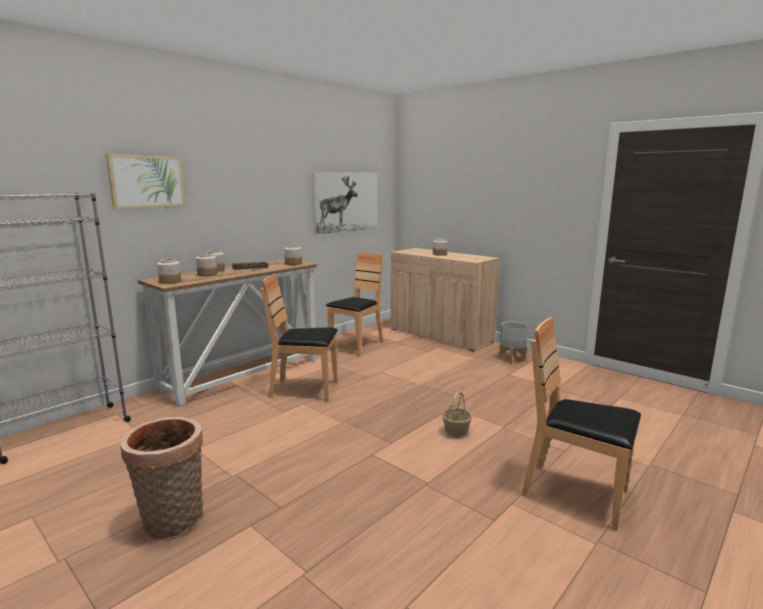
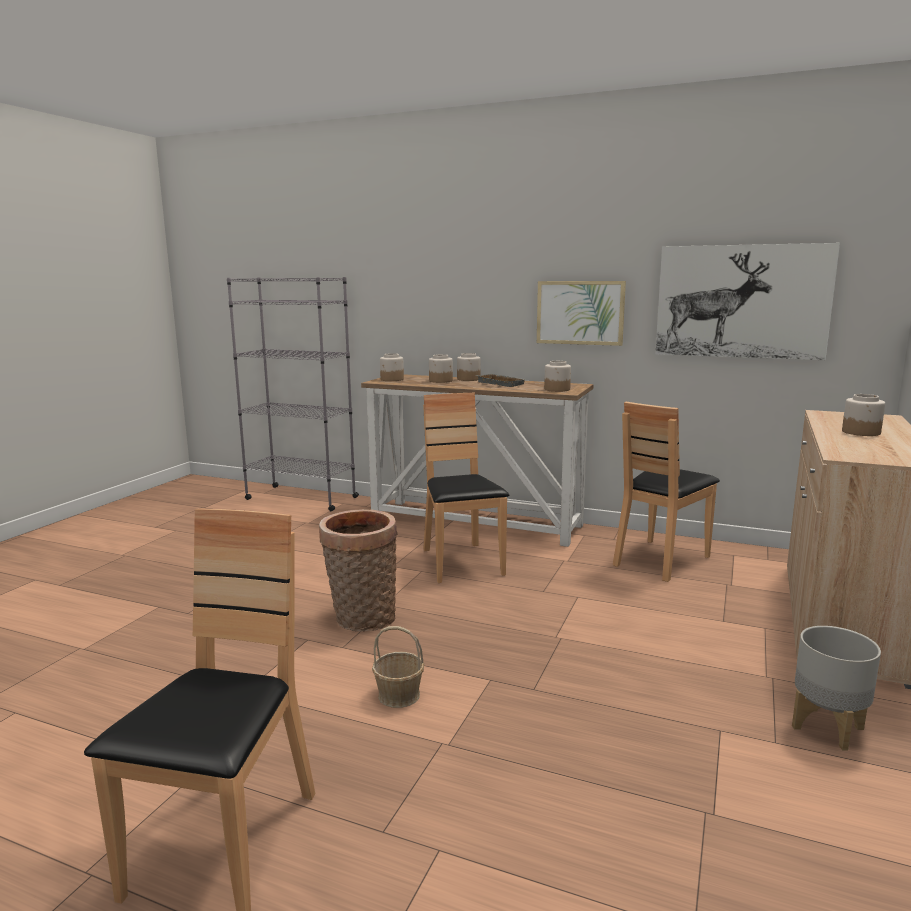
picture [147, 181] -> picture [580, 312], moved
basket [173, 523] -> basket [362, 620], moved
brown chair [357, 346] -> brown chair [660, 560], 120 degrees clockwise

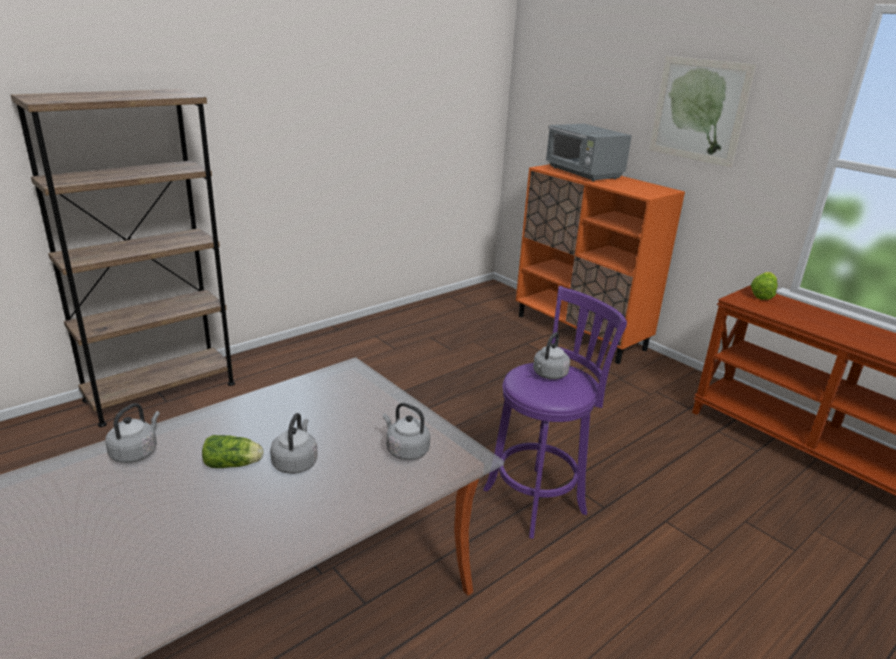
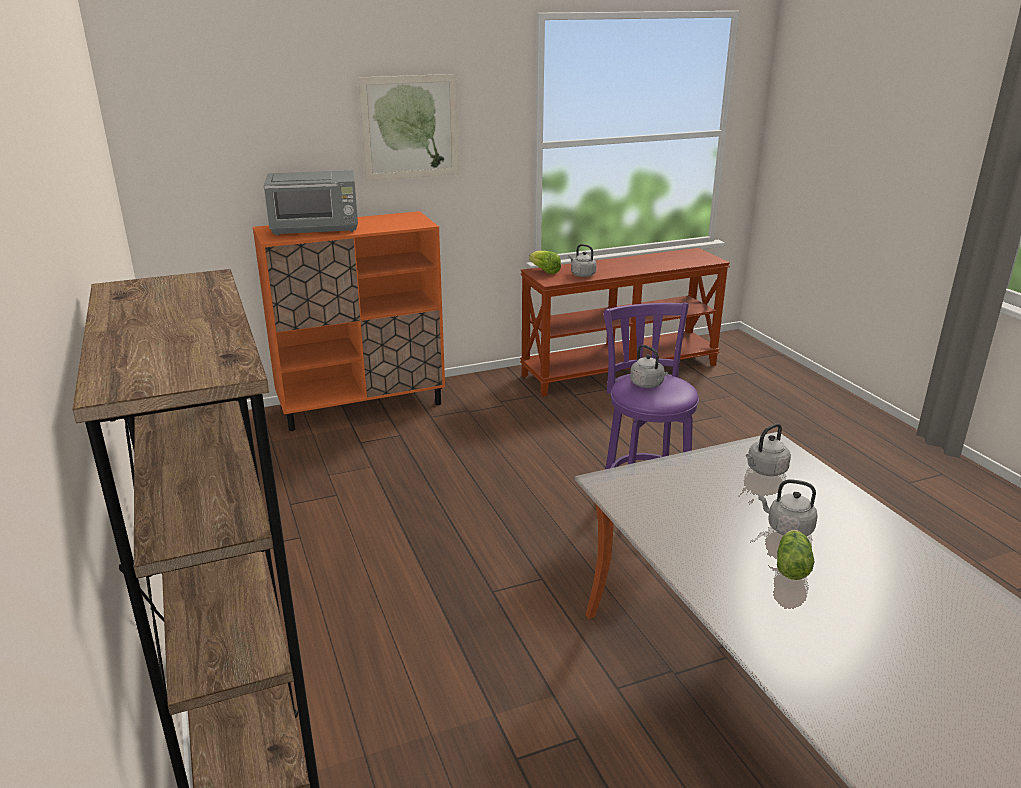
grey kettle [136, 452] -> grey kettle [582, 274], moved

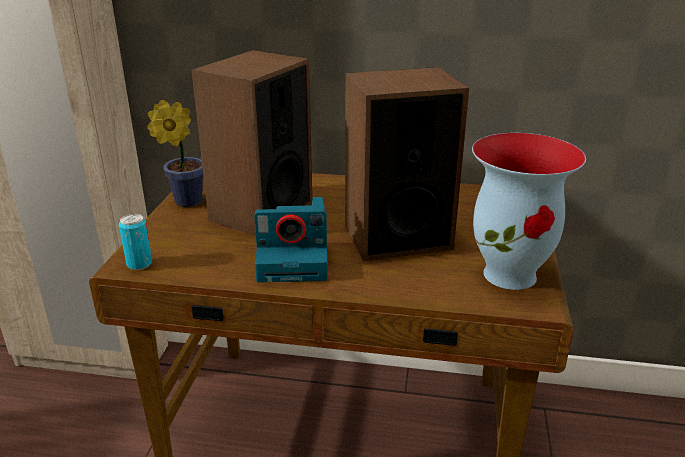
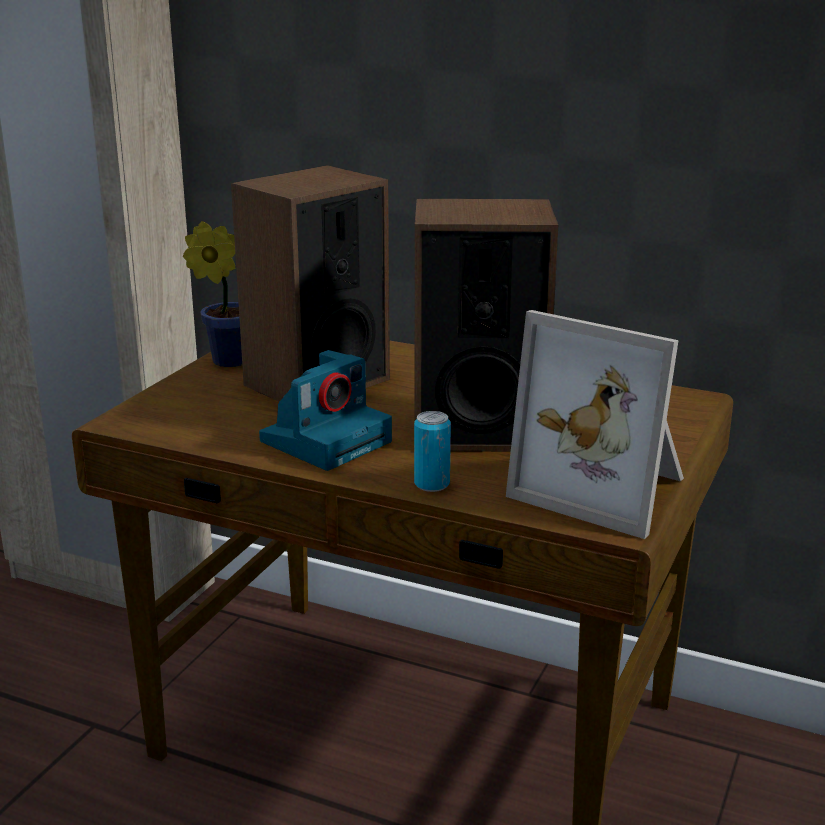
can [139, 264] -> can [432, 484], moved
vase [511, 274] -> picture frame [605, 489]
photo camera [295, 260] -> photo camera [327, 440], 60 degrees counterclockwise

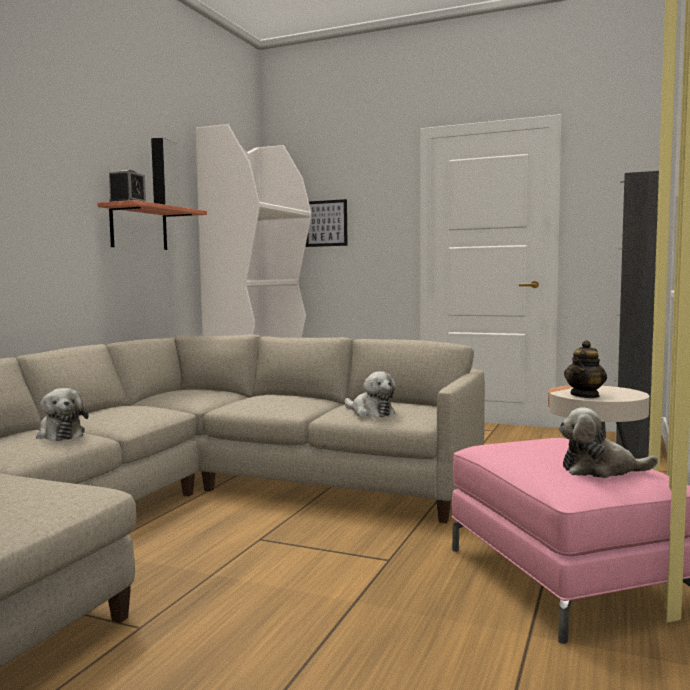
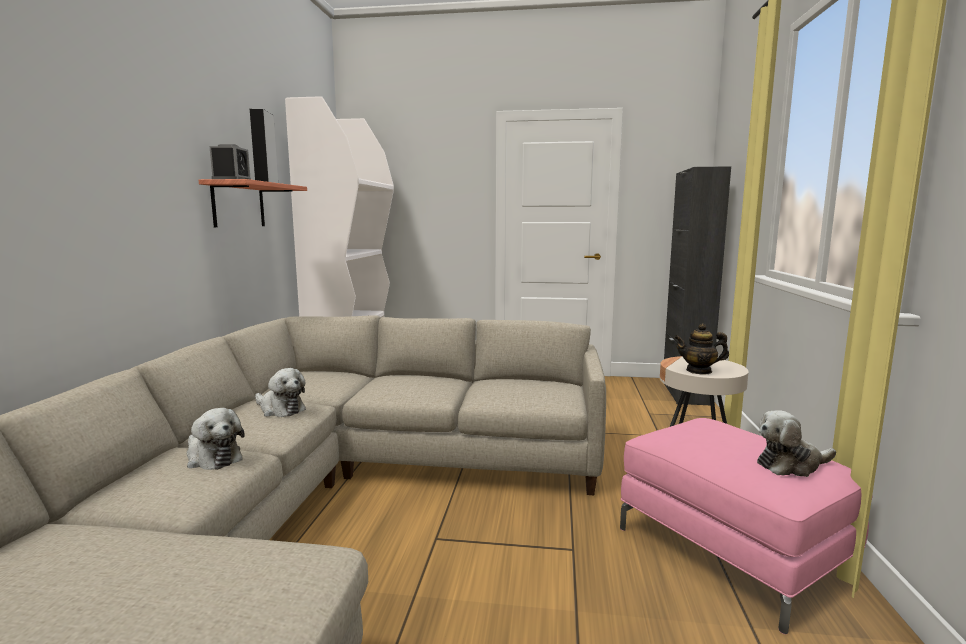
picture [326, 223] -> none
plush toy [370, 412] -> plush toy [280, 409], moved
teapot [585, 395] -> teapot [699, 371], 75 degrees clockwise

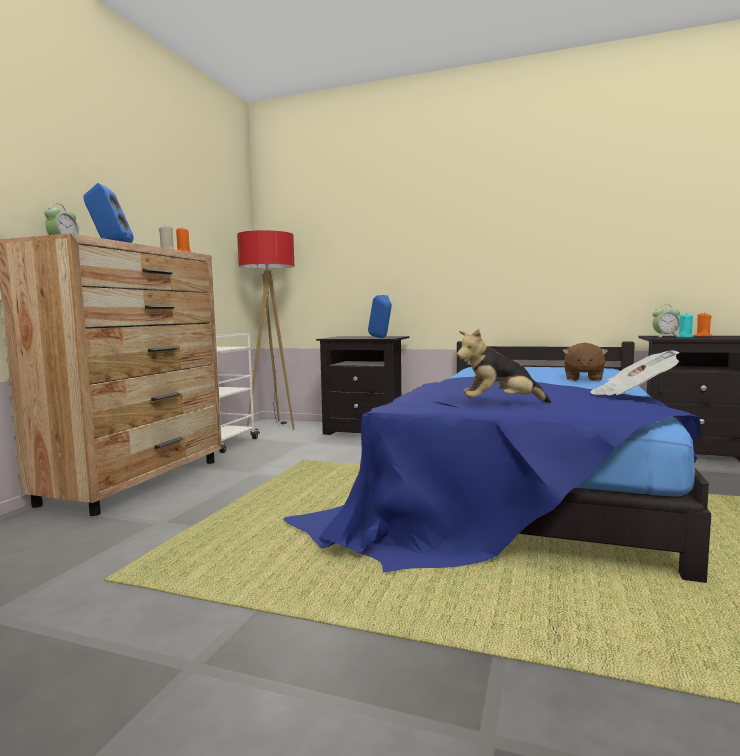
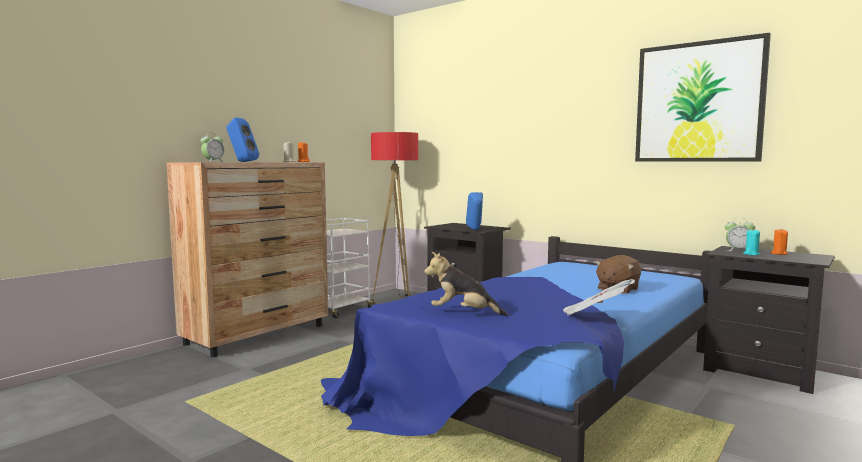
none -> picture [698, 102]

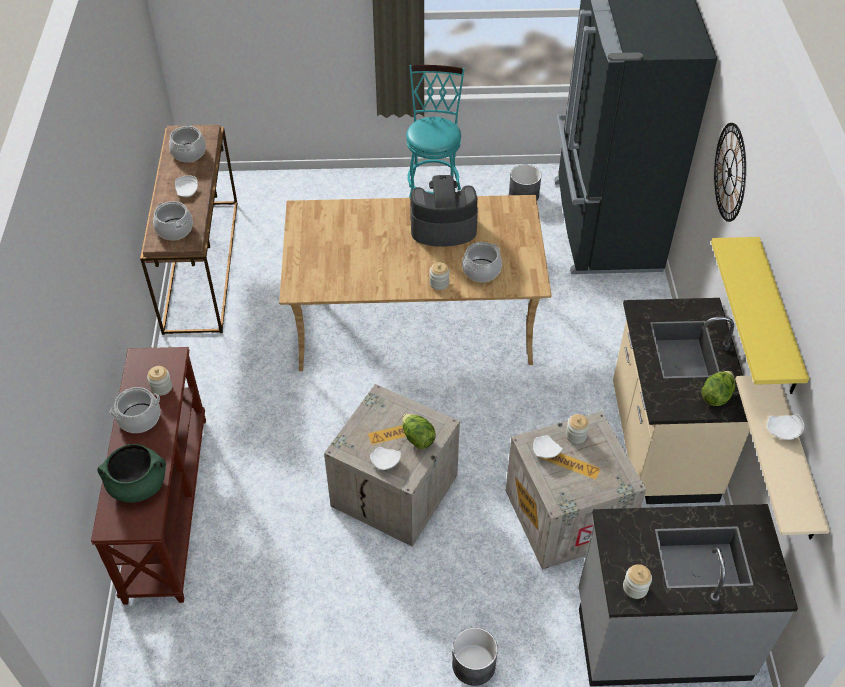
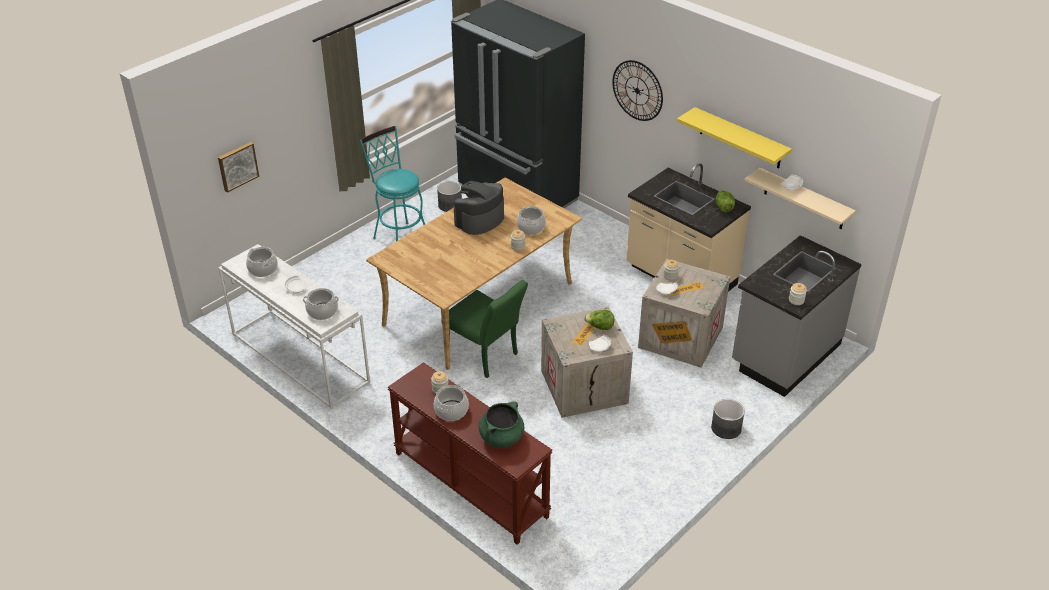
none -> picture [237, 166]
none -> green chair [486, 356]
brown console table [200, 264] -> white console table [298, 358]

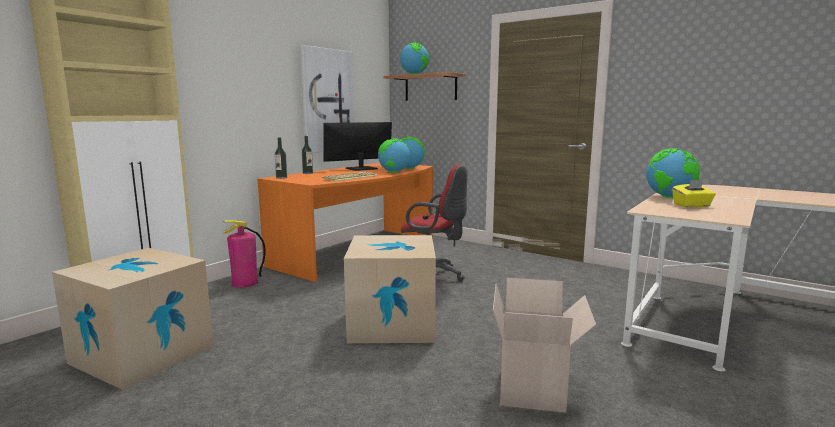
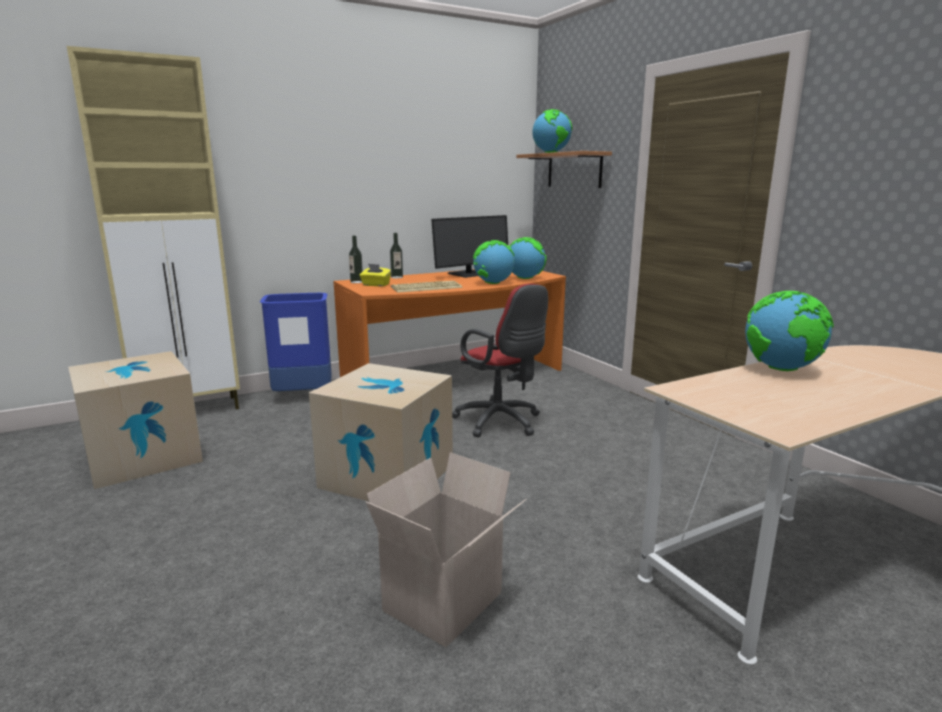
picture [327, 100] -> none
yellow tissue box [692, 205] -> yellow tissue box [375, 285], moved
fire extinguisher [245, 283] -> blue trash can [303, 396]
monitor [361, 168] -> monitor [469, 274], 150 degrees clockwise

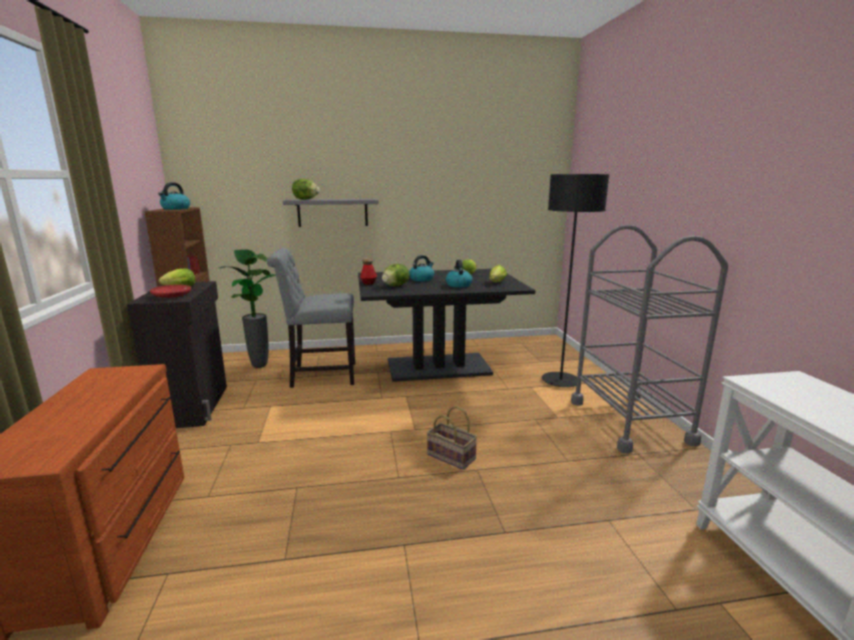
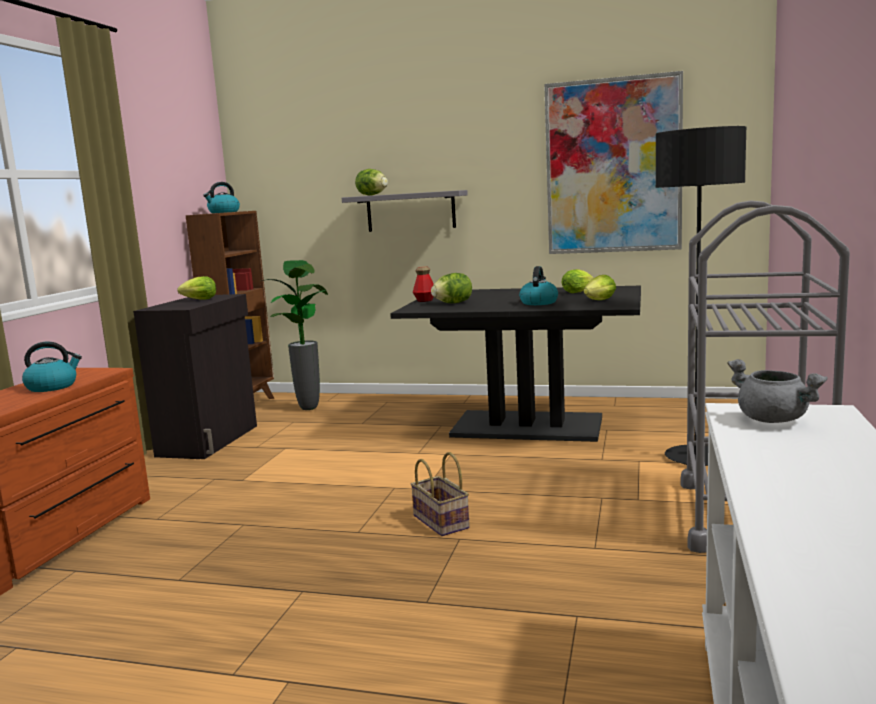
red plate [172, 295] -> none
grey chair [319, 375] -> none
none -> picture [613, 166]
none -> grey cooking pot [774, 420]
kettle [421, 279] -> kettle [52, 387], moved

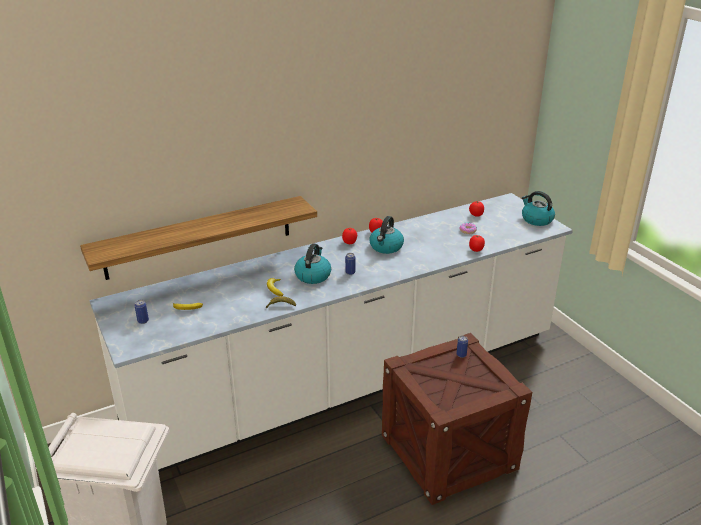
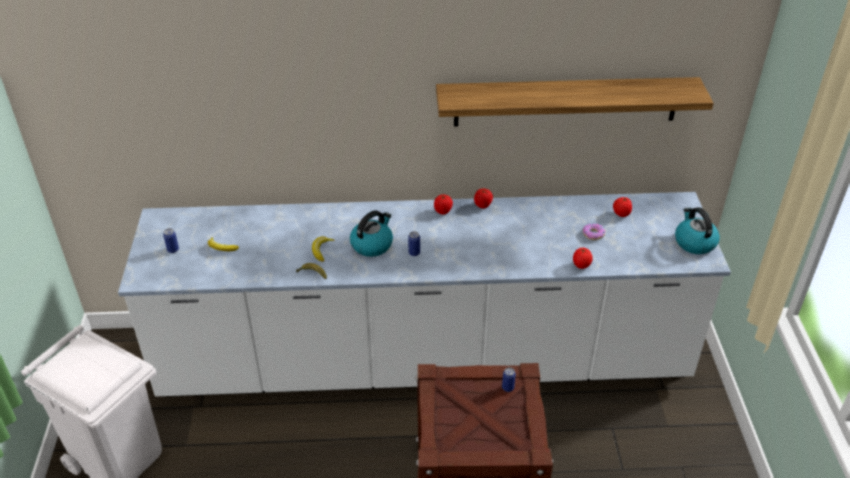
kettle [386, 247] -> none
shelf [199, 237] -> shelf [566, 101], moved

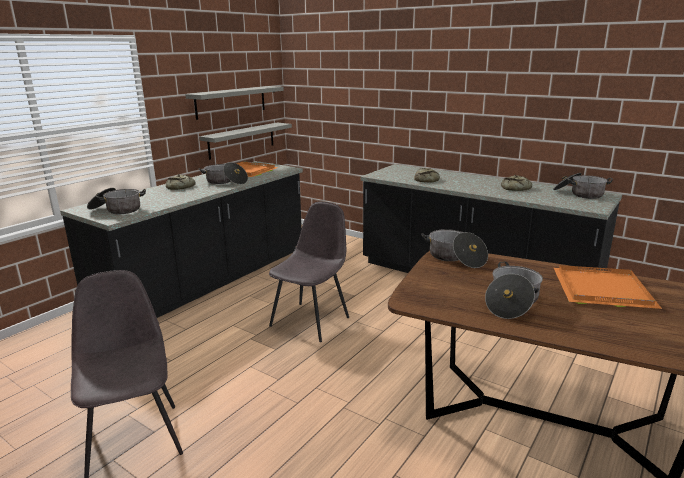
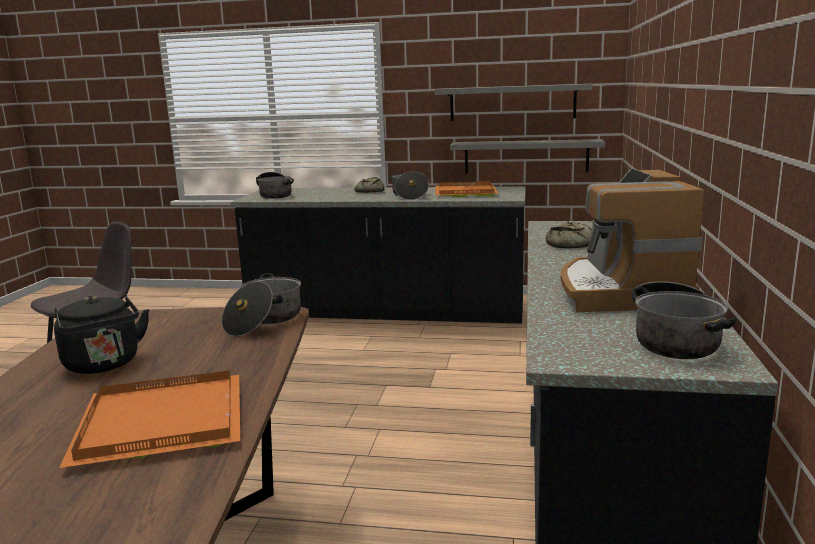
grey chair [311, 320] -> none
cooking pot [511, 302] -> black kettle [104, 365]
bread [516, 188] -> coffee machine [620, 291]

